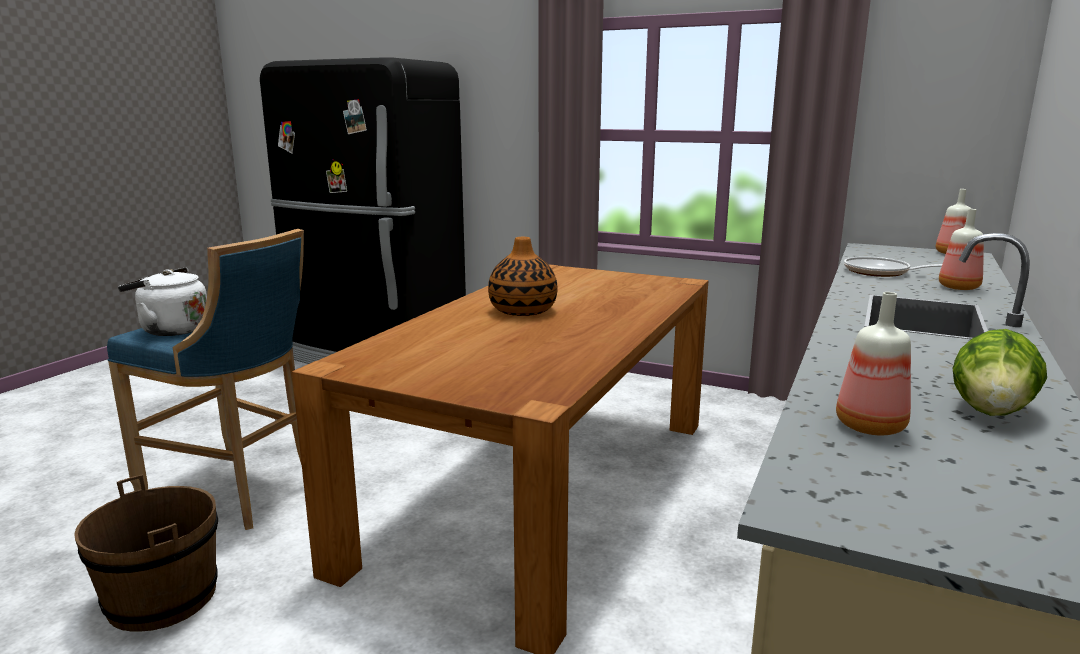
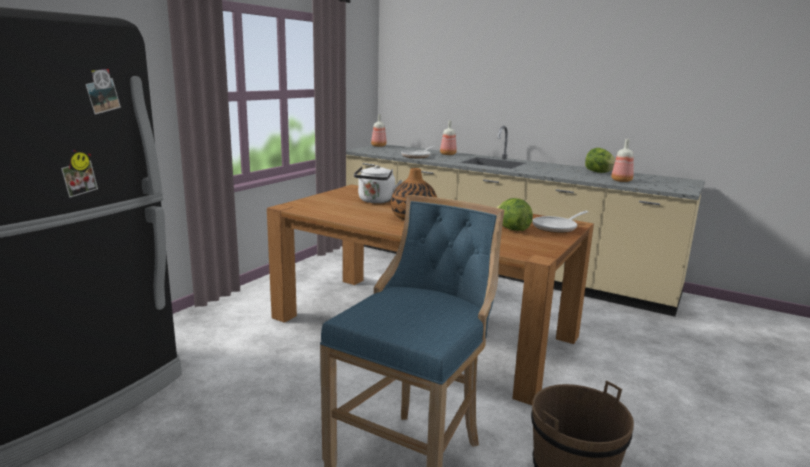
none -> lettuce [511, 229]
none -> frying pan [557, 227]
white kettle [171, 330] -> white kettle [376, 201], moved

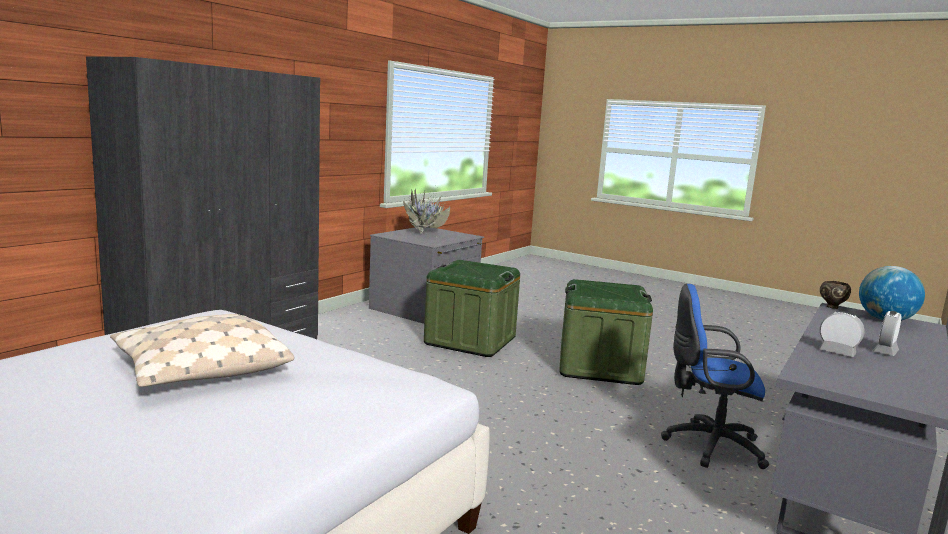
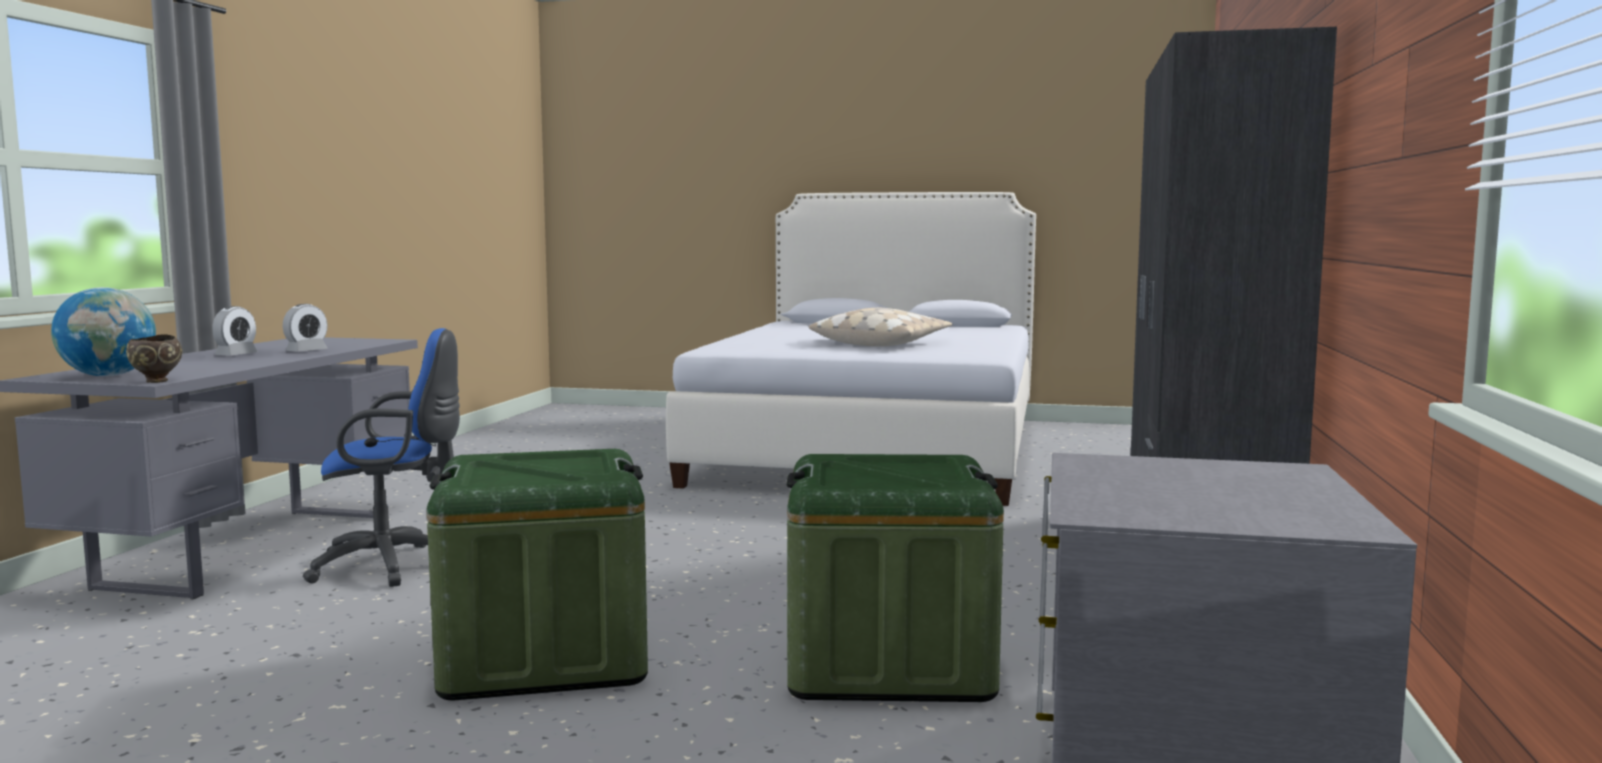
potted plant [424, 233] -> none
alarm clock [837, 352] -> alarm clock [306, 351], 75 degrees counterclockwise

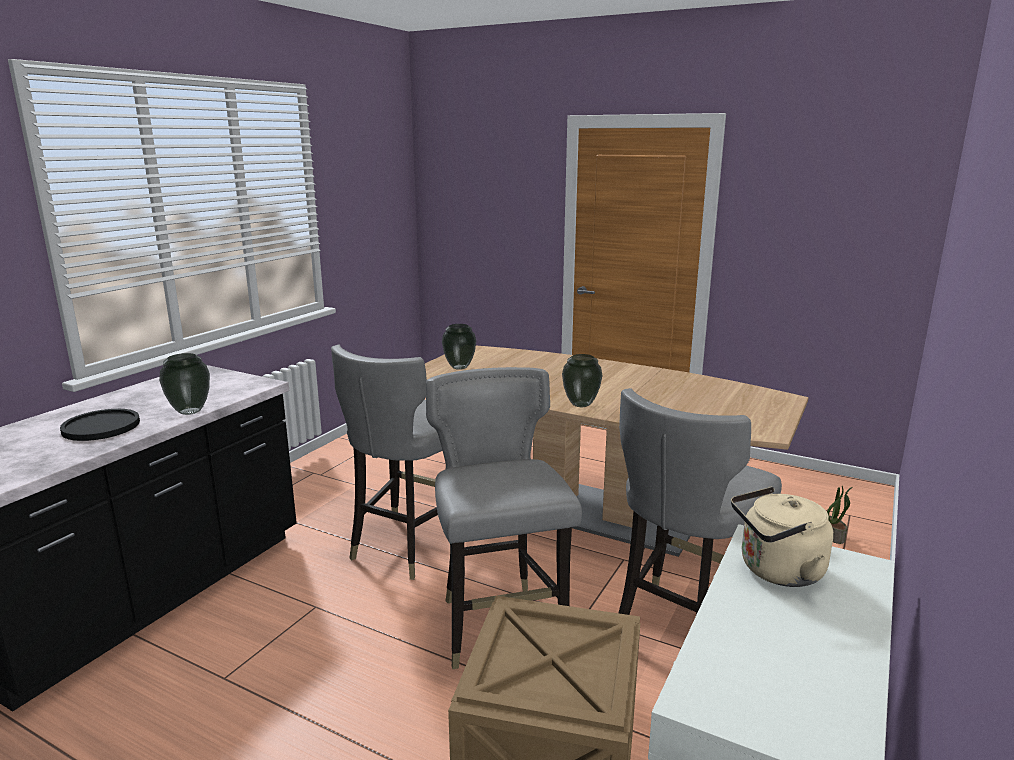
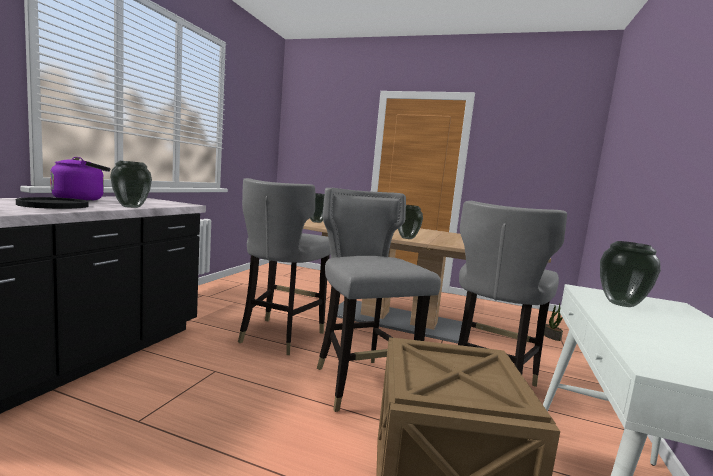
none -> purple kettle [82, 199]
beige kettle [776, 571] -> vase [620, 303]

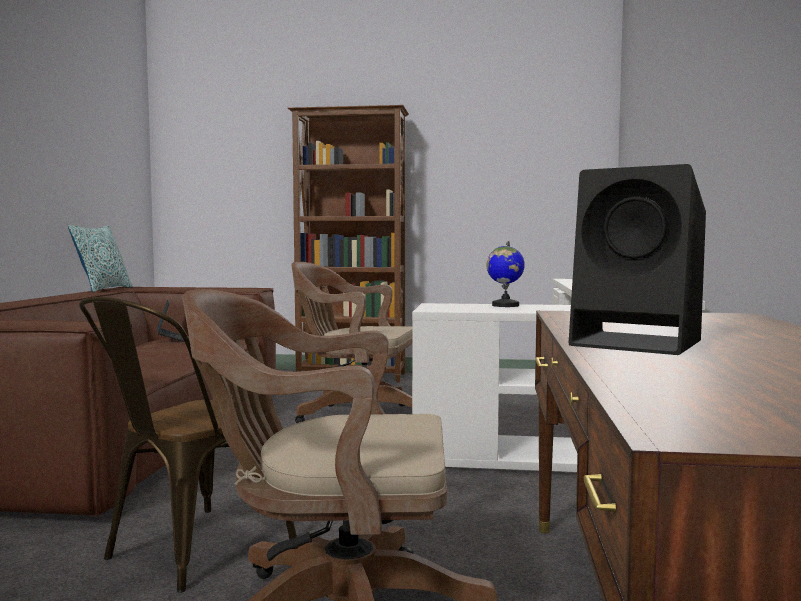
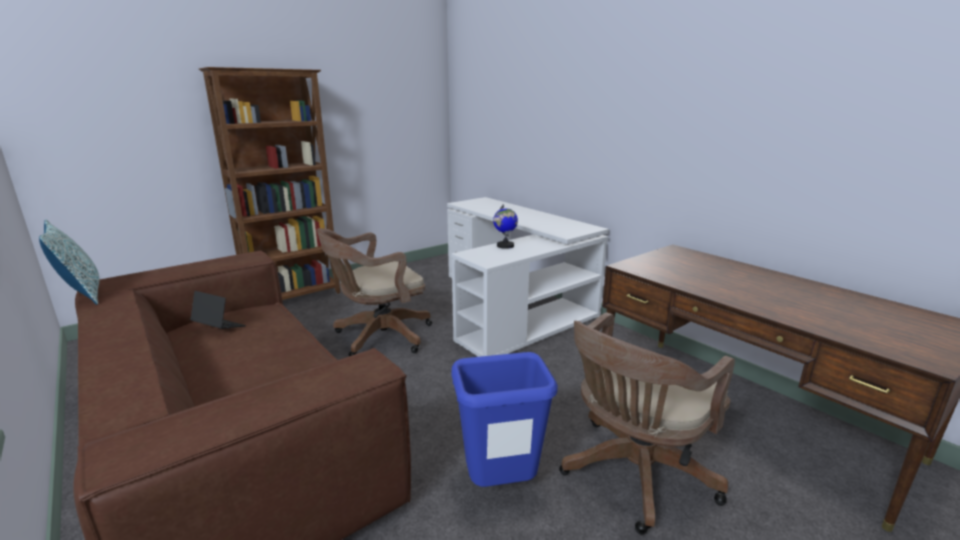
black speaker [640, 343] -> none
brown chair [187, 552] -> blue trash can [499, 486]

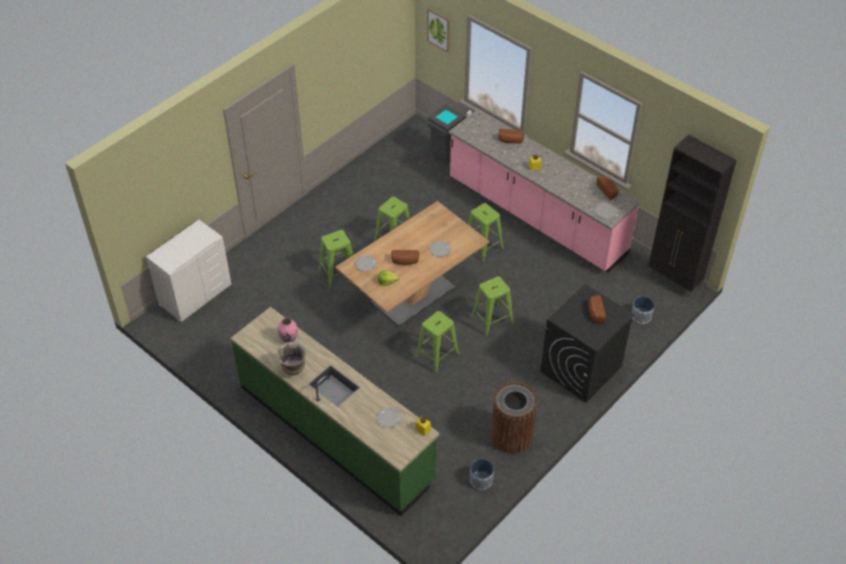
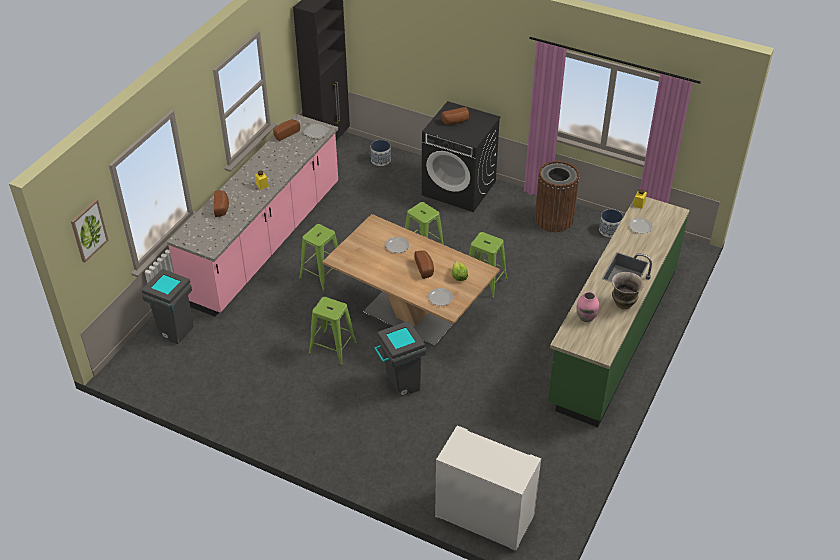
green stool [338, 273] -> grey trash can [400, 386]

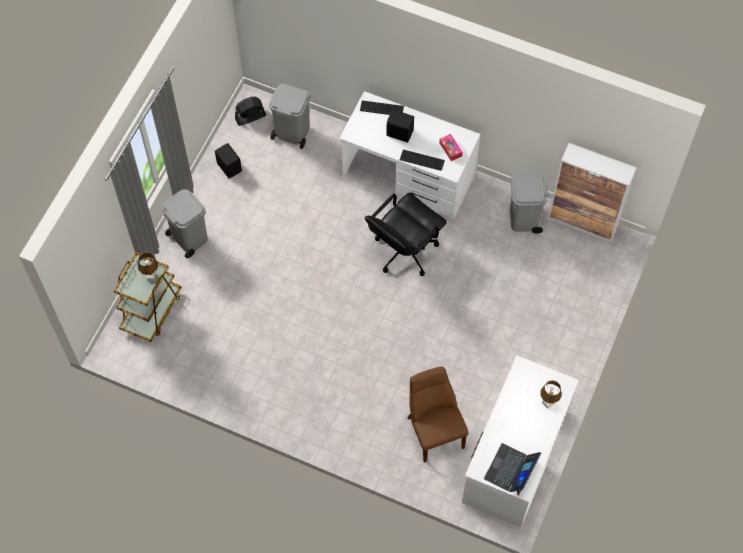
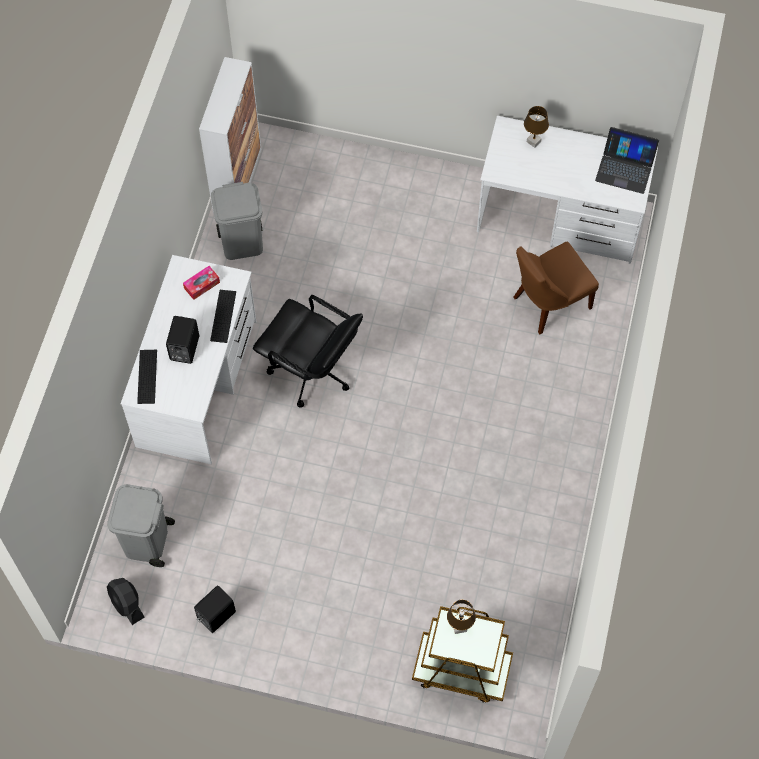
grey trash can [189, 238] -> none

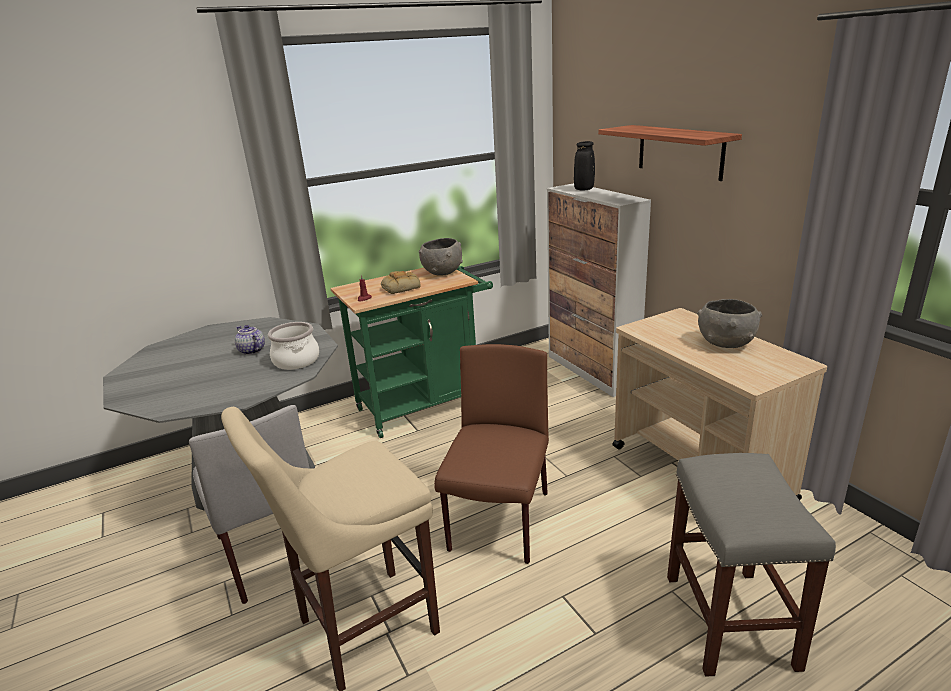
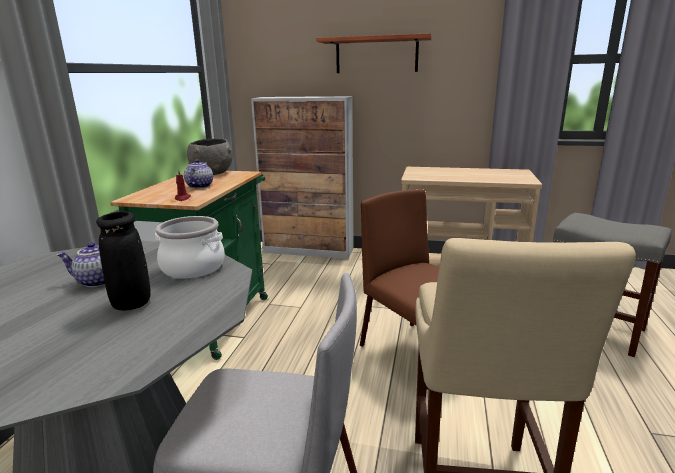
grey bowl [725, 343] -> none
black vase [584, 189] -> black vase [132, 303], moved
bread [401, 287] -> teapot [199, 186]

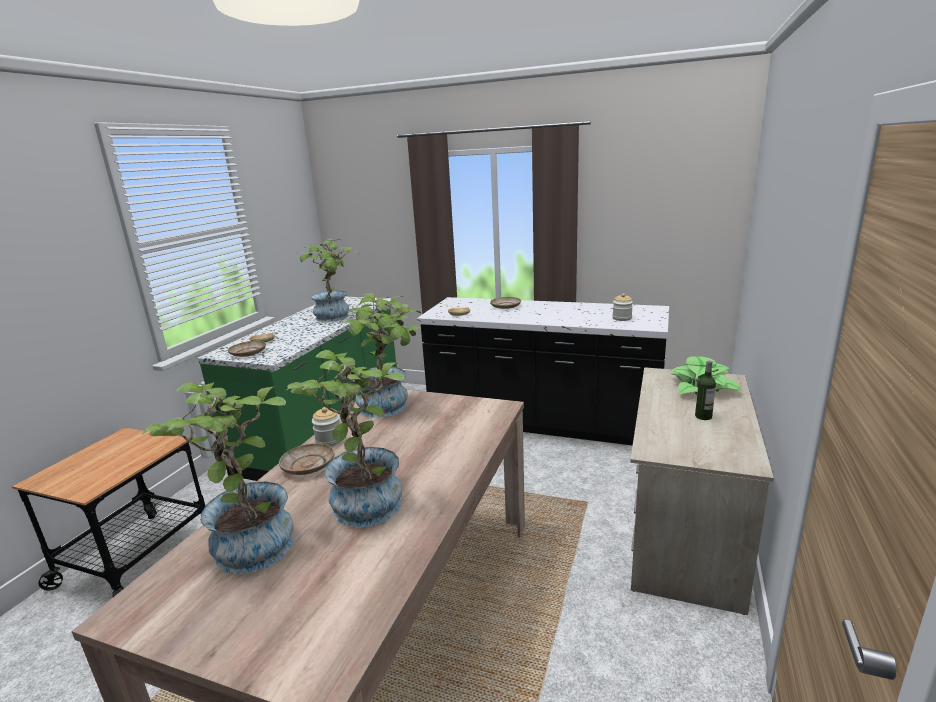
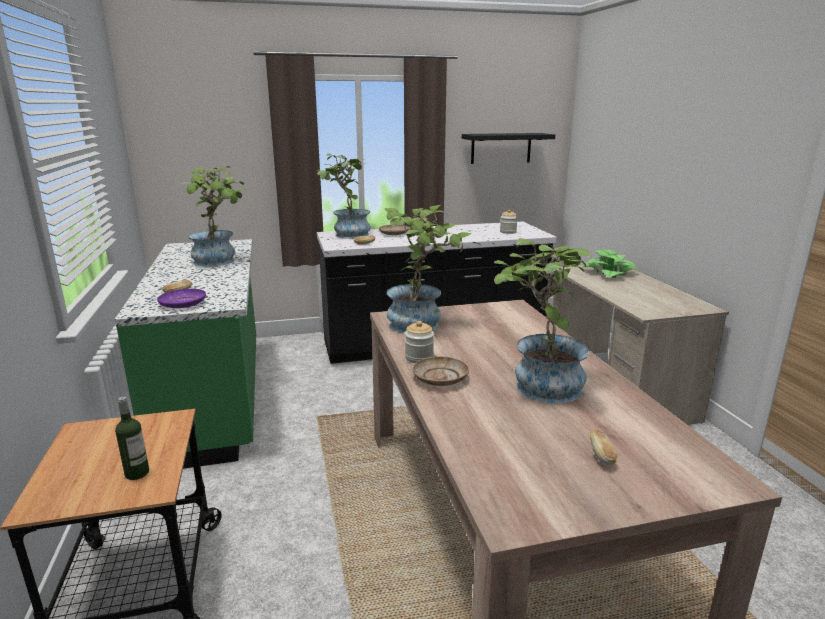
none -> black shelf [501, 148]
none -> bread [602, 455]
potted plant [249, 541] -> potted plant [347, 234], moved
bottle [703, 416] -> bottle [137, 473], moved
beige plate [248, 353] -> purple plate [183, 304]

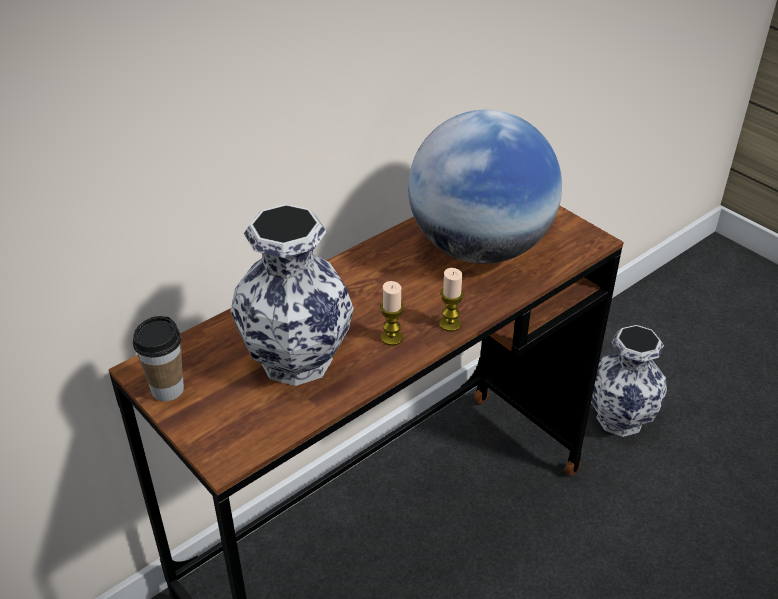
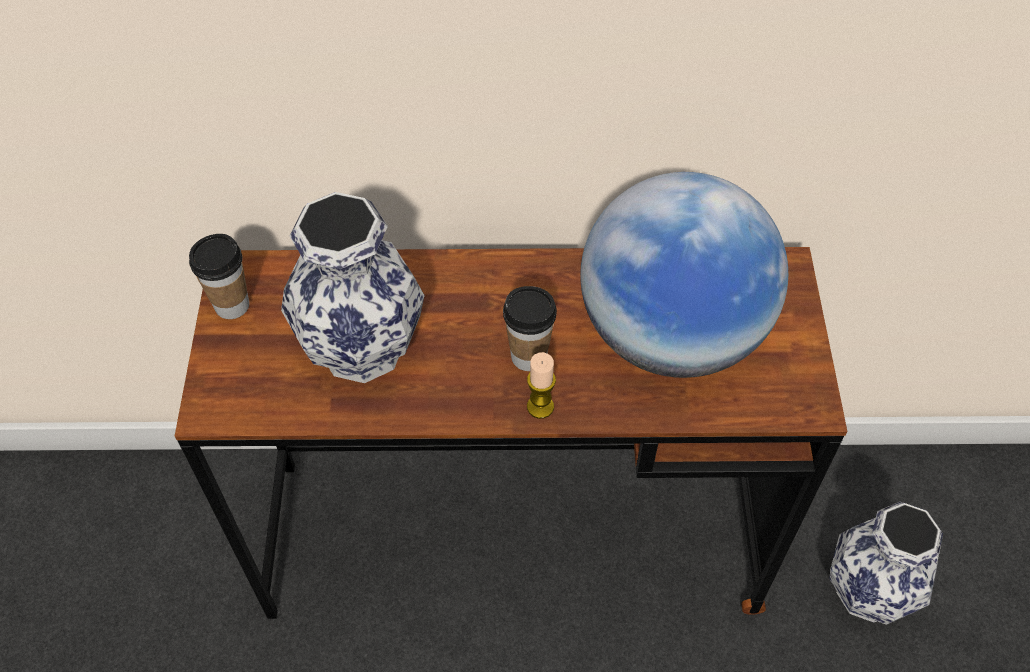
candle [391, 338] -> none
none -> cup [528, 356]

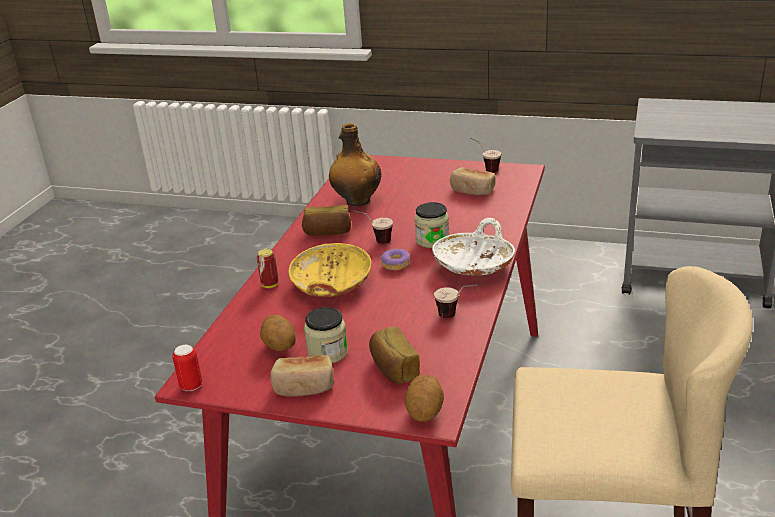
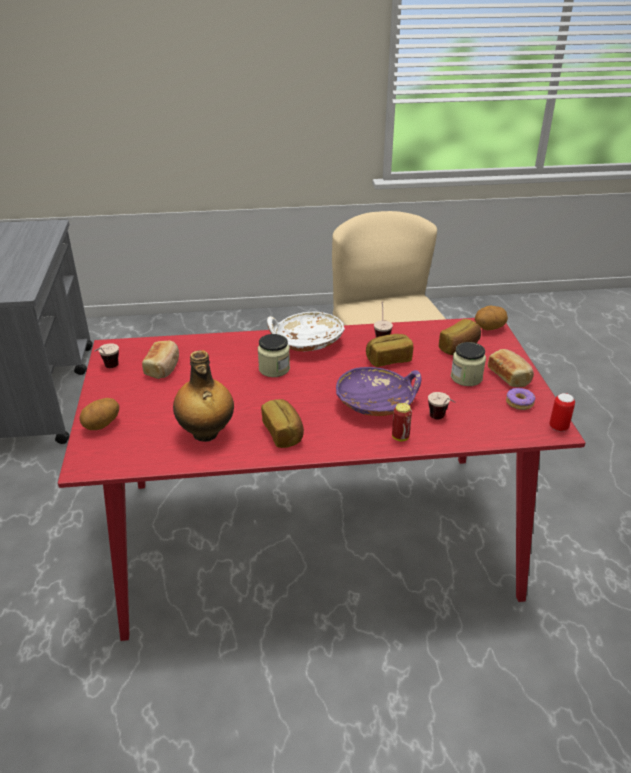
none -> bread [388, 359]
potato [279, 347] -> potato [102, 425], moved
cup [374, 241] -> cup [441, 420], moved
donut [395, 264] -> donut [519, 403], moved
yellow bowl [331, 284] -> purple bowl [377, 403]

